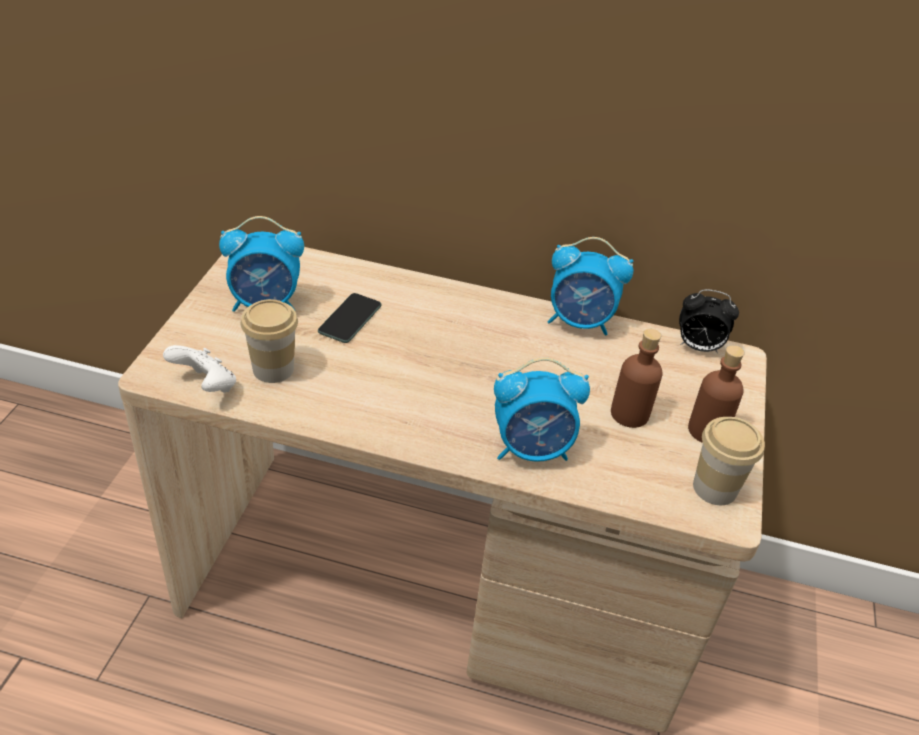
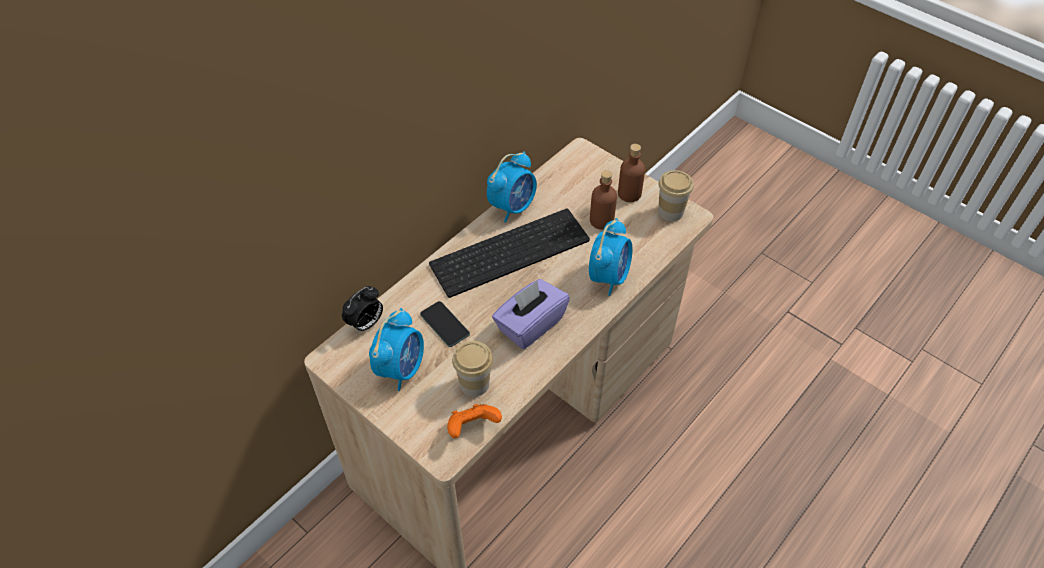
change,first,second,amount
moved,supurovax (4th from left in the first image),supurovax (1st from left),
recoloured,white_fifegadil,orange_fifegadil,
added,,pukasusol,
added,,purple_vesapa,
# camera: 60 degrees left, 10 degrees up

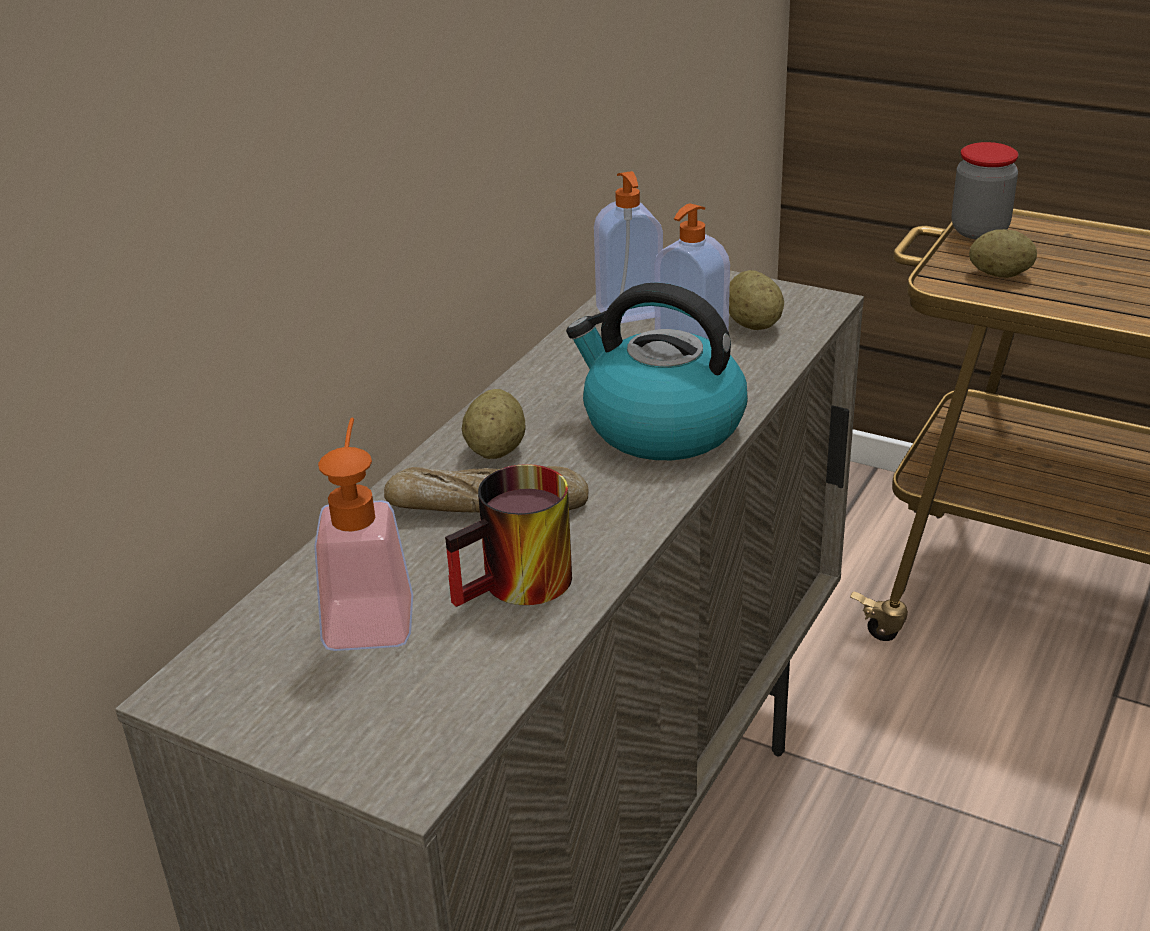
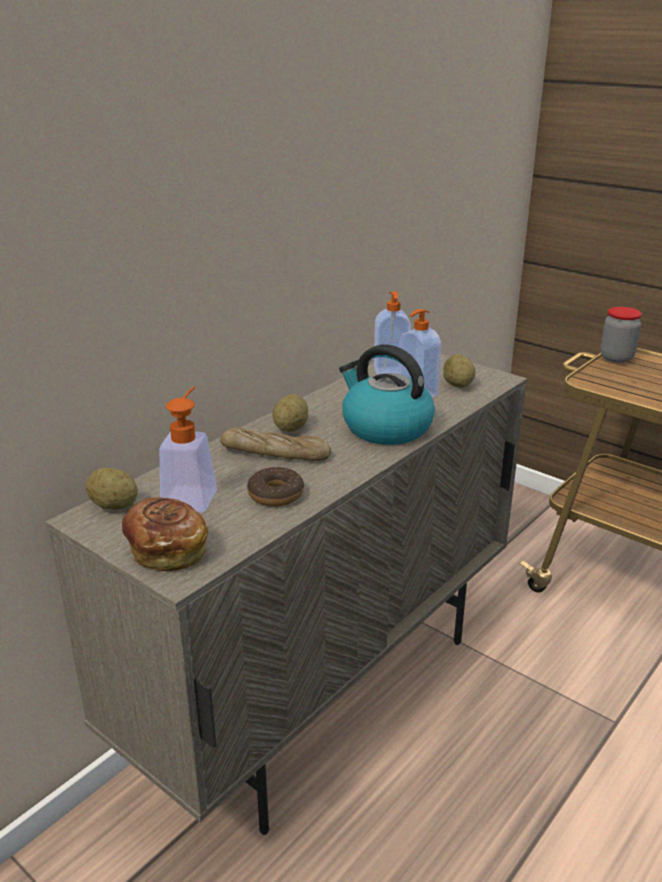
change,first,second,amount
moved,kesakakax (3rd from left in the first image),kesakakax (1st from left),
replaced,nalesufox,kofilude,
added,,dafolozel (1st from left),
# camera: 10 degrees right, 5 degrees down

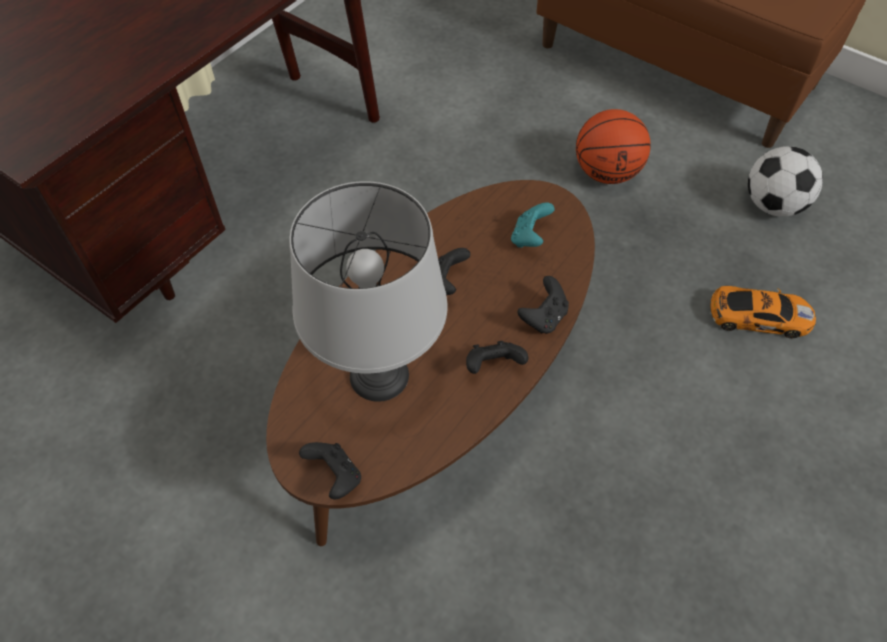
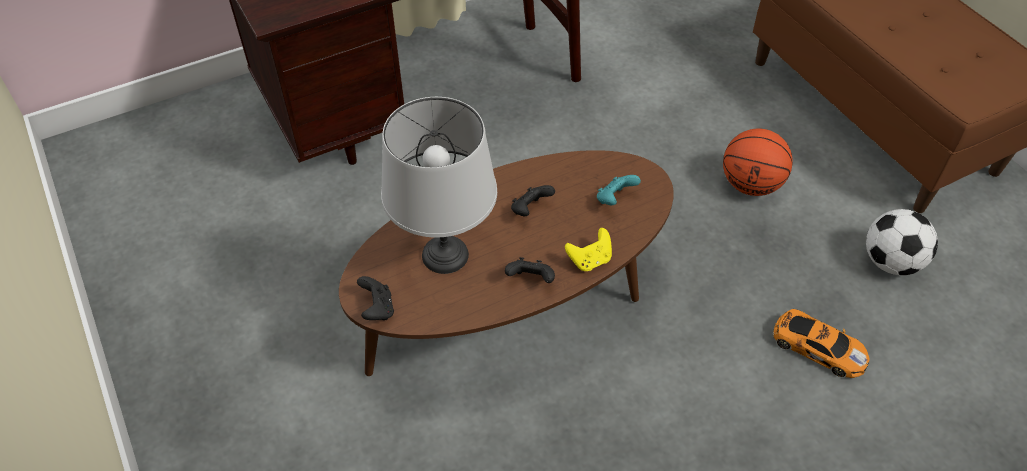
change,first,second,amount
recoloured,black_fifegadil (4th from left),yellow_fifegadil,
# camera: 25 degrees right, 5 degrees down

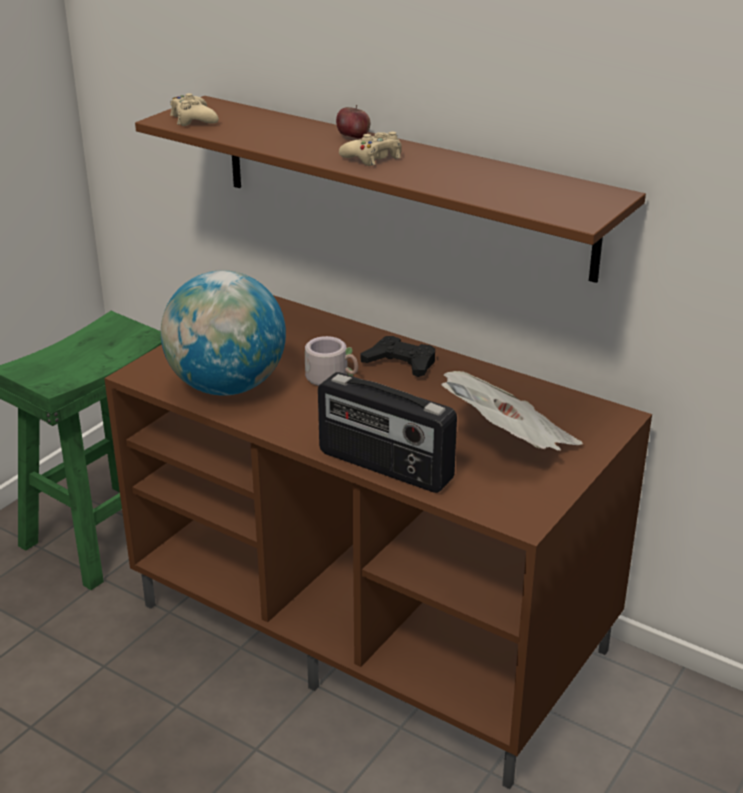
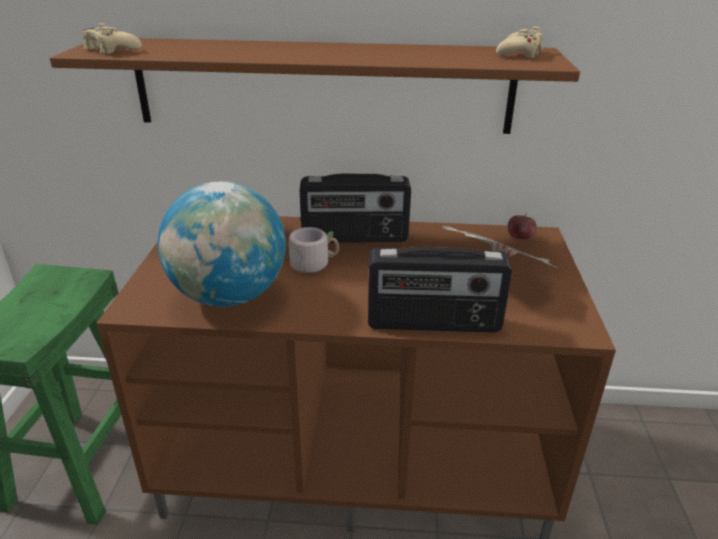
change,first,second,amount
moved,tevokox,,
moved,beige_fifegadil (2nd from left),,
replaced,black_fifegadil,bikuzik (1st from left),
# camera: 30 degrees left, 0 degrees up

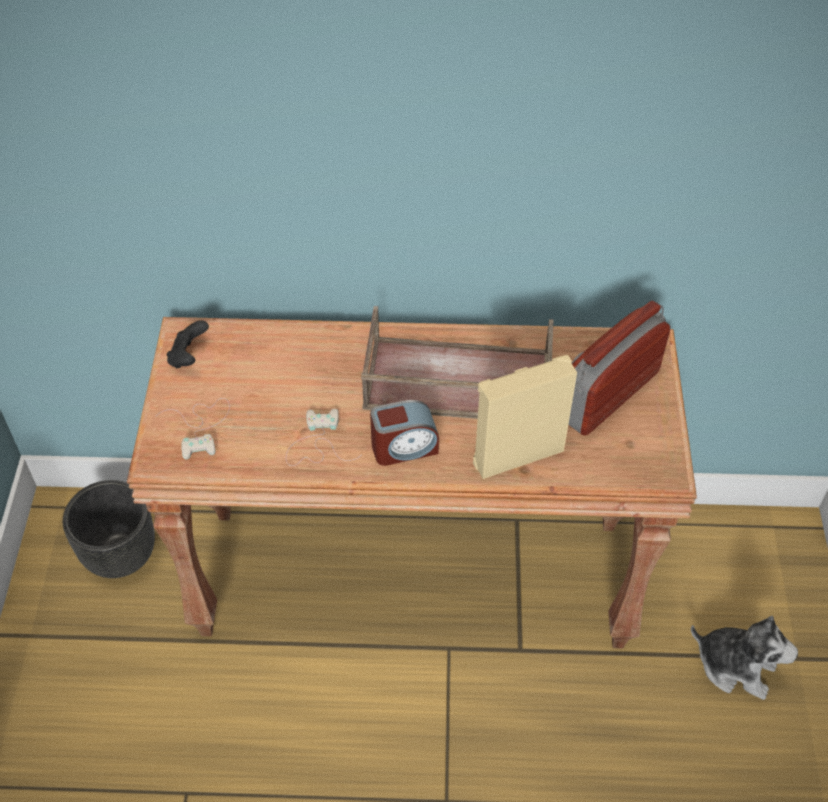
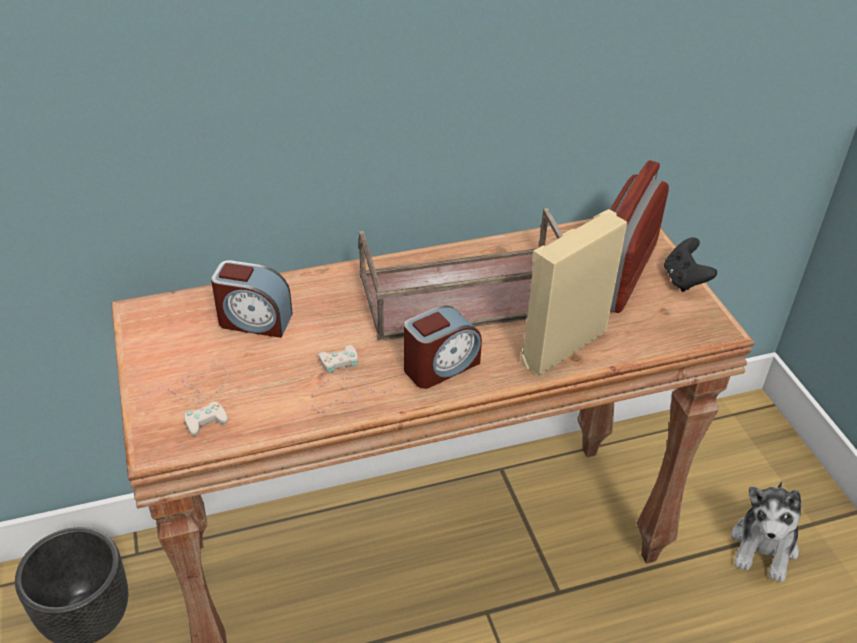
change,first,second,amount
moved,black_fifegadil,,
turned,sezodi,,105 degrees clockwise
added,,supurovax (1st from left),
# camera: 20 degrees left, 10 degrees down

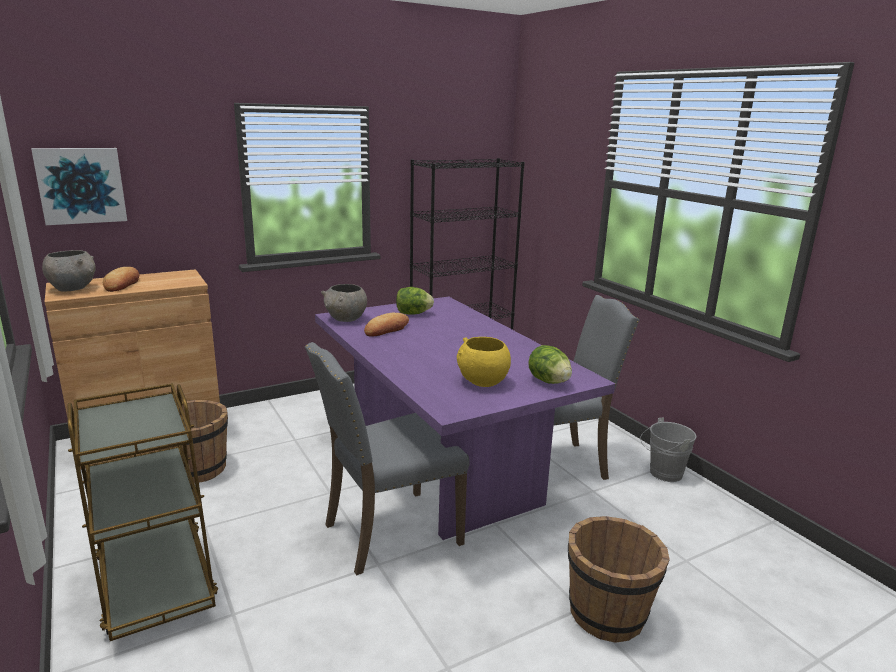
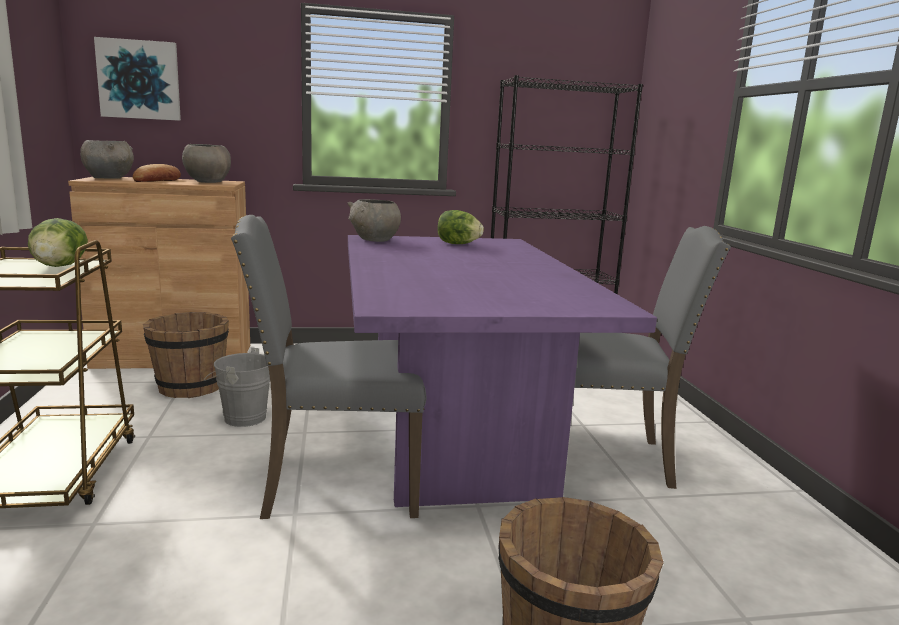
change,first,second,amount
removed,dafolozel (2nd from left),,
removed,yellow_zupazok,,
moved,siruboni (2nd from left in the first image),siruboni (1st from left),
moved,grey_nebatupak,,
added,,grey_zupazok (2nd from left),
# camera: 20 degrees right, 5 degrees down

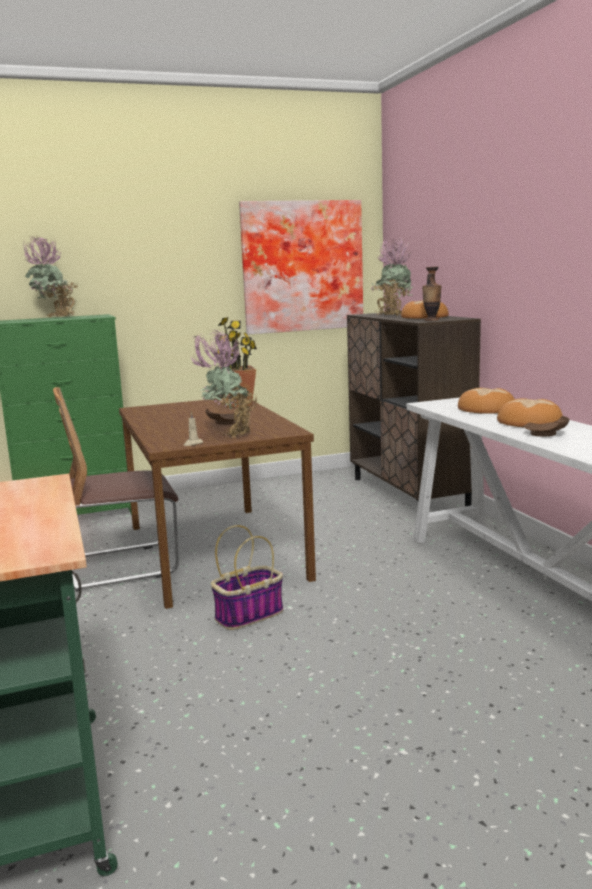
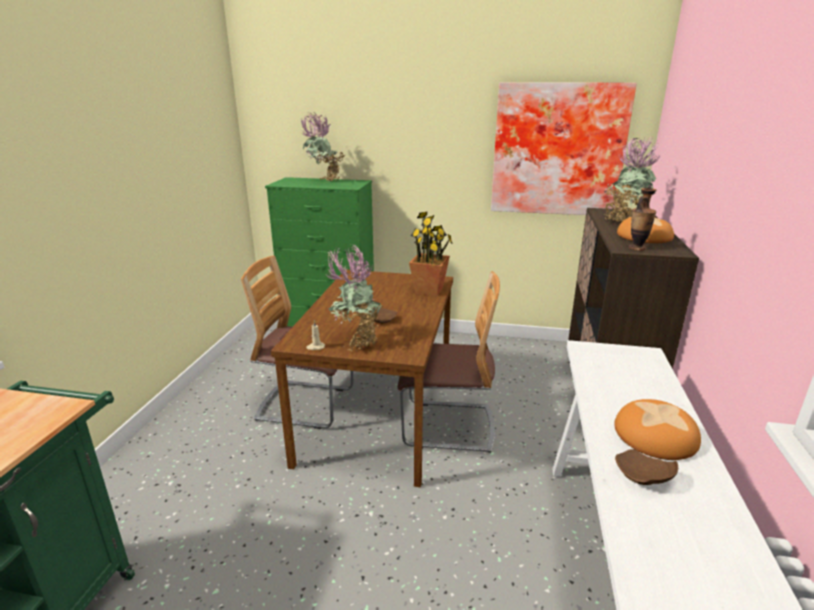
change,first,second,amount
removed,dafolozel (2nd from left),,
removed,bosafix,,
added,,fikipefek (2nd from left),
# camera: 30 degrees right, 10 degrees up

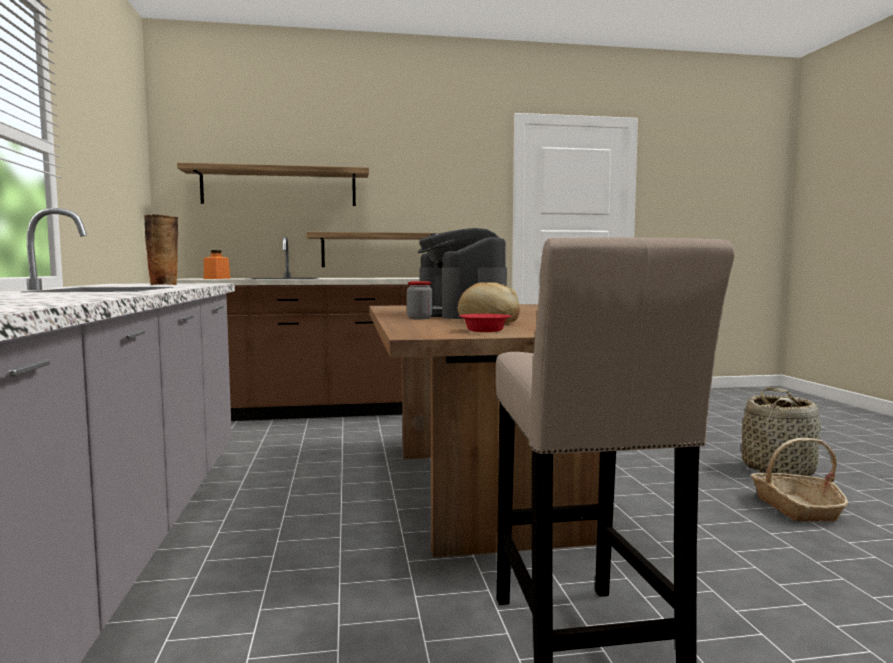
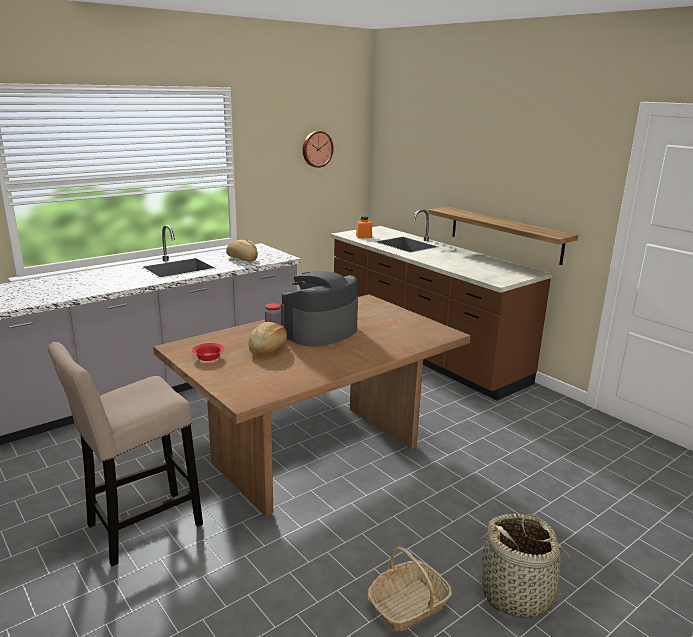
change,first,second,amount
removed,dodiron (1st from left),,
replaced,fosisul,dafolozel (1st from left),
added,,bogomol,
# camera: 60 degrees right, 15 degrees up

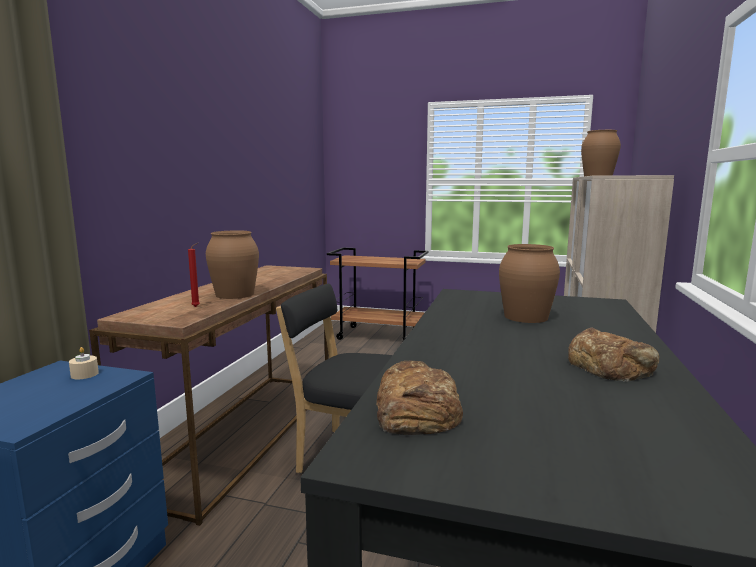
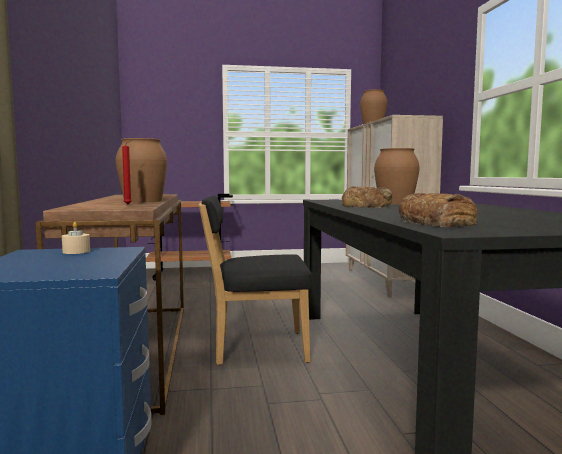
change,first,second,amount
moved,dafolozel (2nd from left in the first image),dafolozel (1st from left),
# camera: 25 degrees left, 5 degrees down

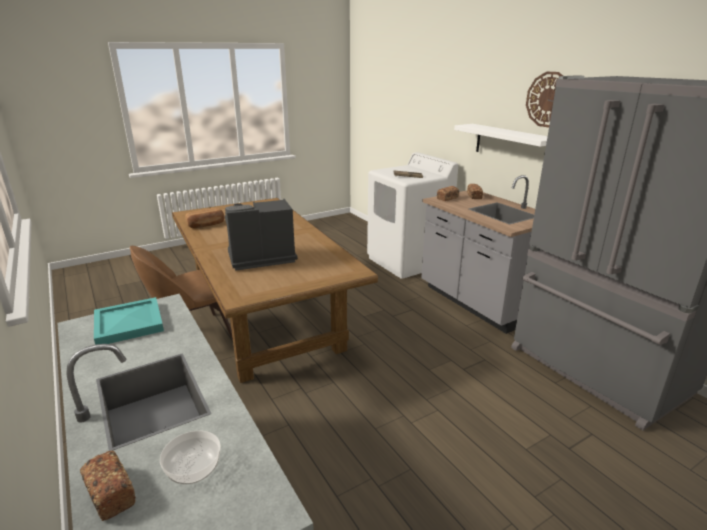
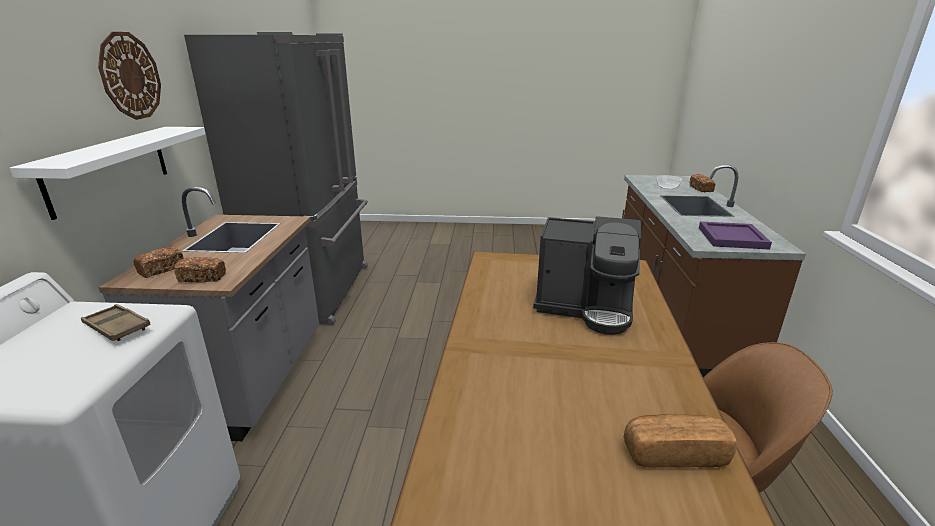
change,first,second,amount
recoloured,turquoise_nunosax,purple_nunosax,
# camera: 145 degrees left, 0 degrees up

